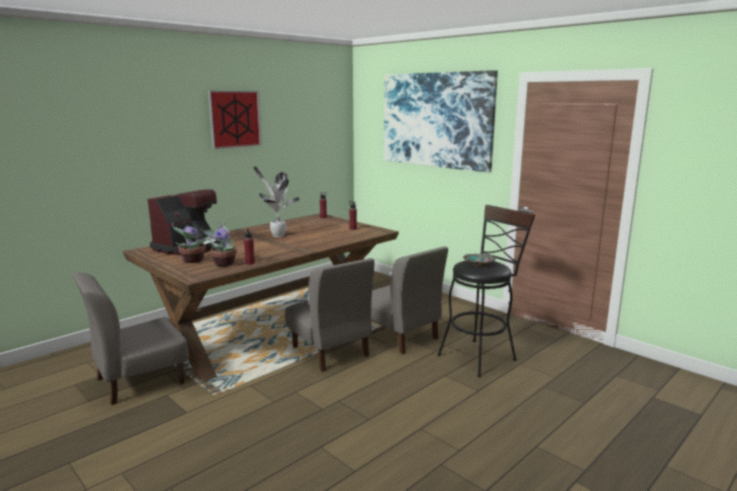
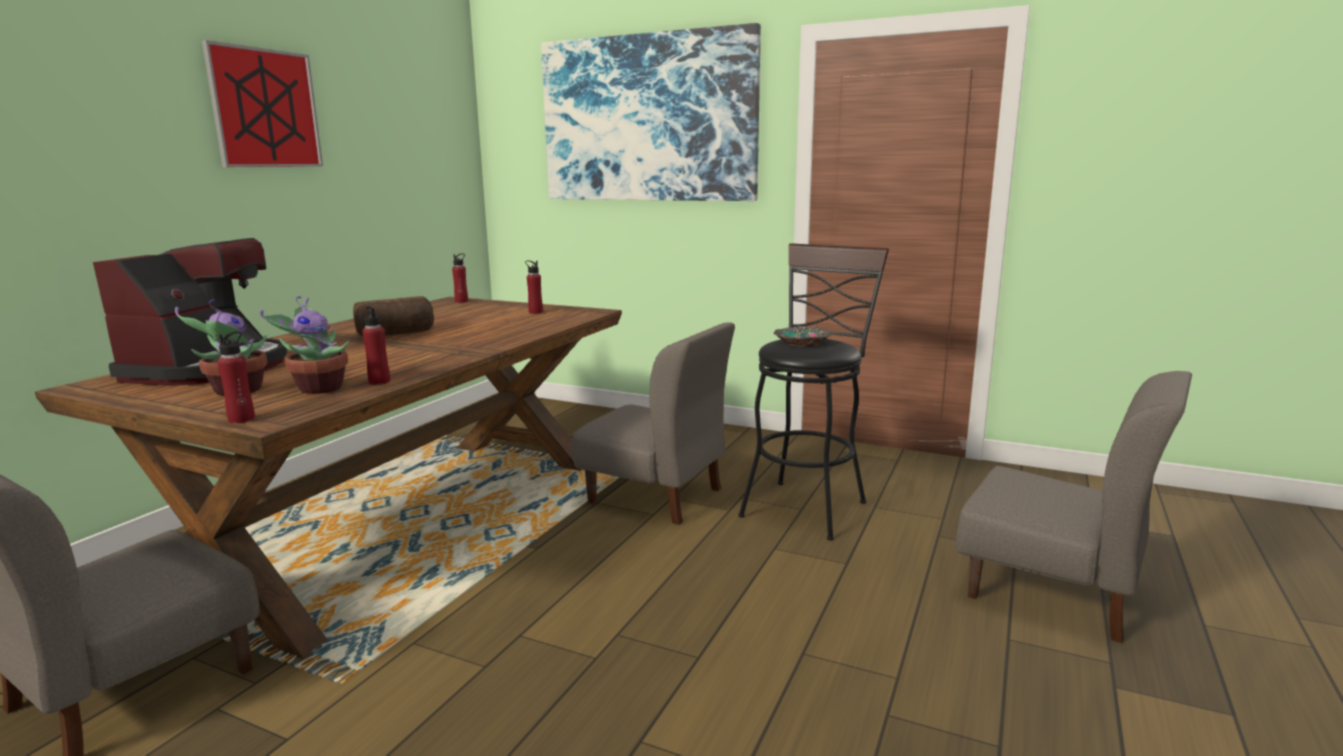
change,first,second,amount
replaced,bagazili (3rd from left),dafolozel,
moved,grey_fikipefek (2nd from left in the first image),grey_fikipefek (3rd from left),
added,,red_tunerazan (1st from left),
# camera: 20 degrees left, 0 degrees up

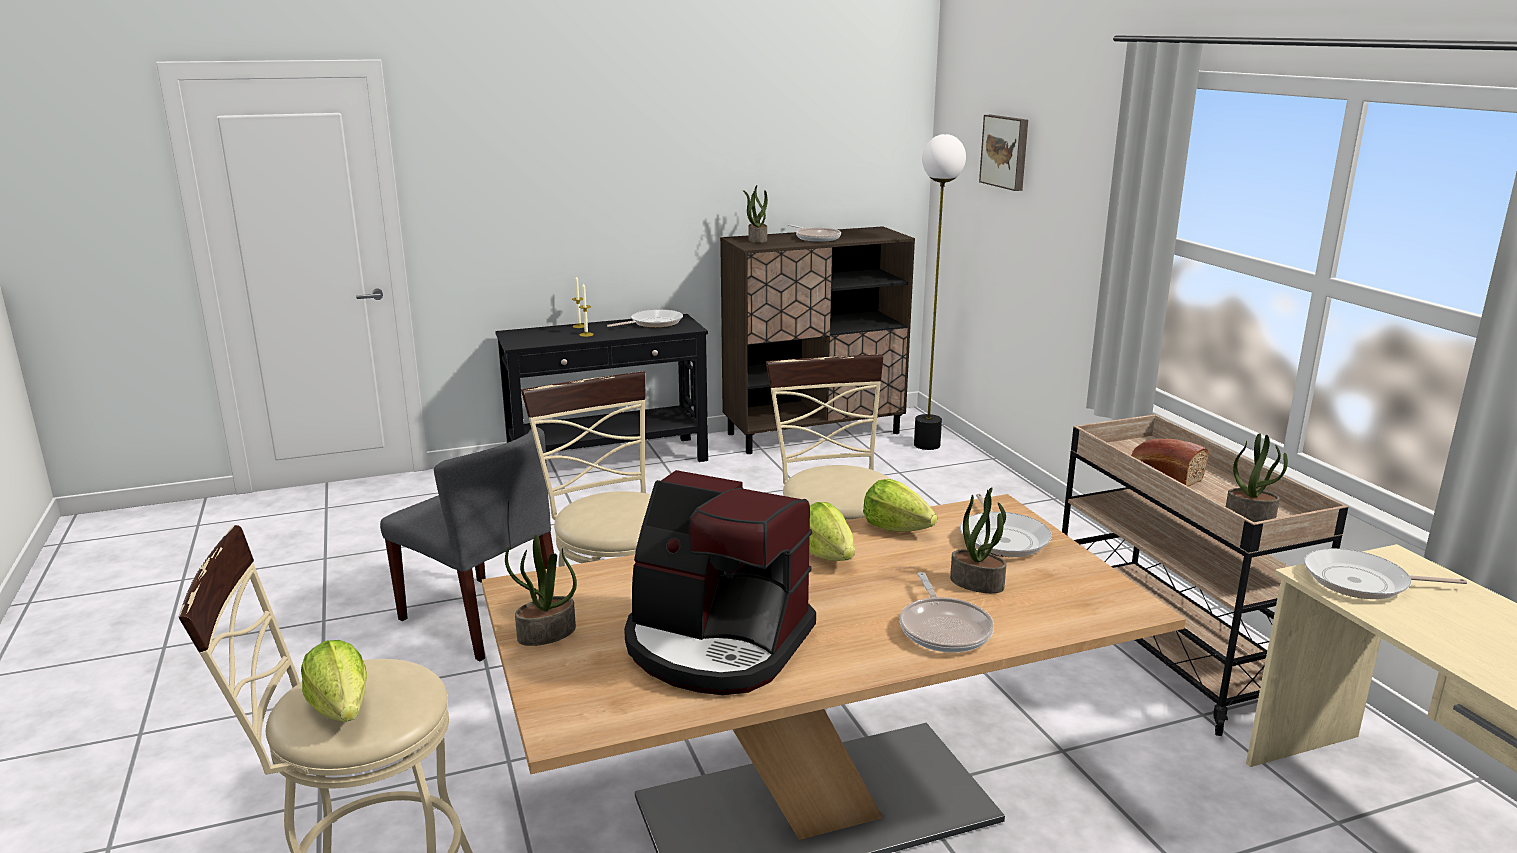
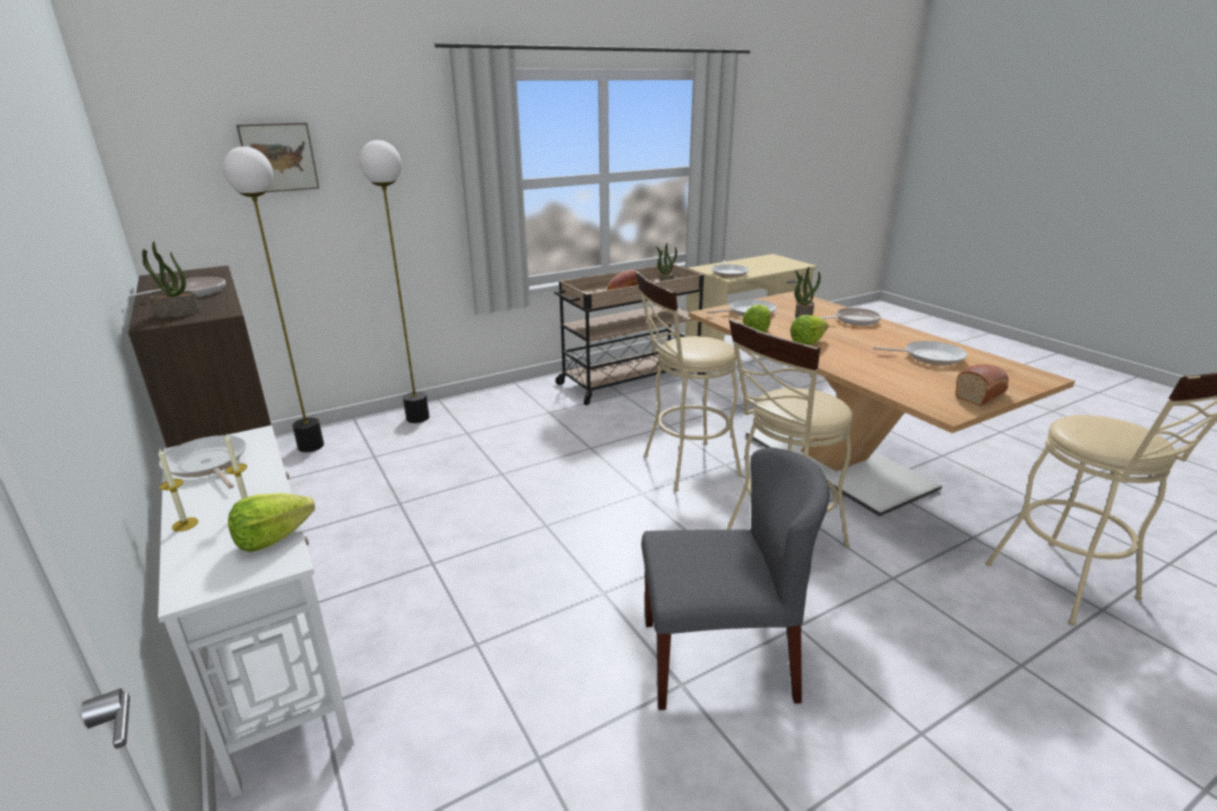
change,first,second,amount
recoloured,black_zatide,white_zatide,
turned,grey_fikipefek,,60 degrees clockwise
replaced,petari,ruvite (6th from left),
replaced,bagazili (1st from left),dafolozel (2nd from left),
moved,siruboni (1st from left),,
added,,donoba (2nd from left),
# camera: 100 degrees left, 5 degrees up

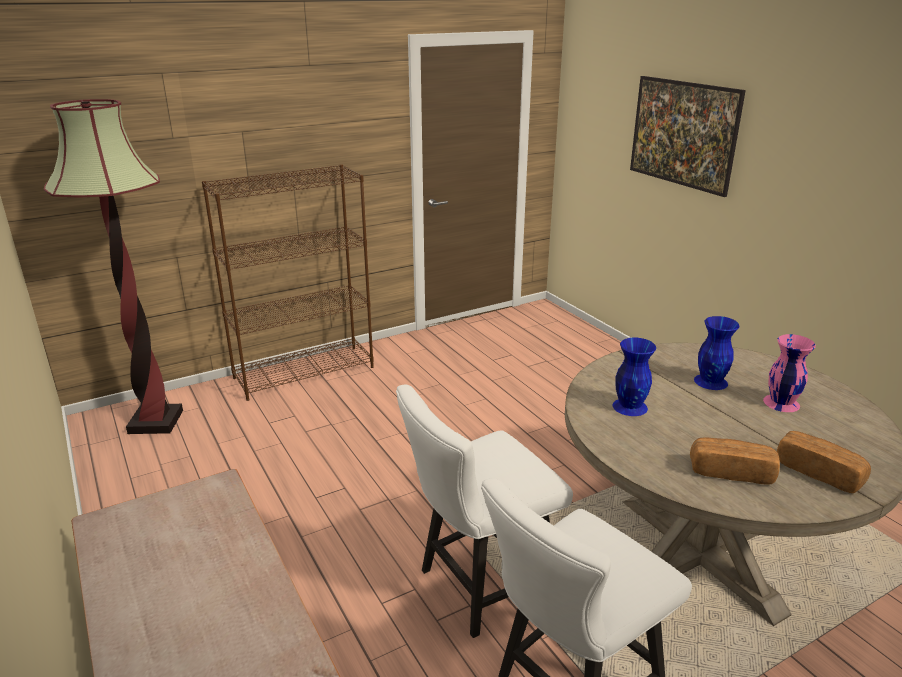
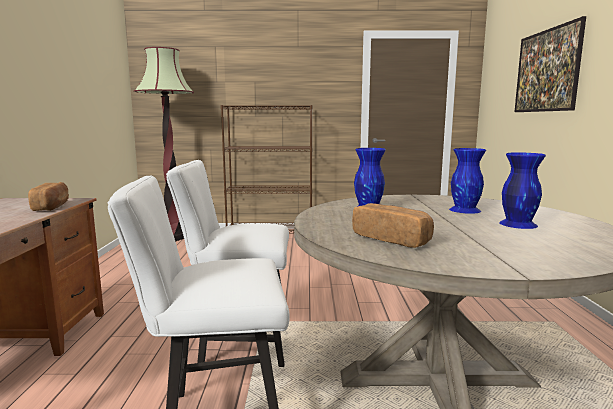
change,first,second,amount
recoloured,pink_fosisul,blue_fosisul (3rd from left),
moved,dafolozel (2nd from left in the first image),dafolozel (1st from left),
# camera: 30 degrees right, 15 degrees down

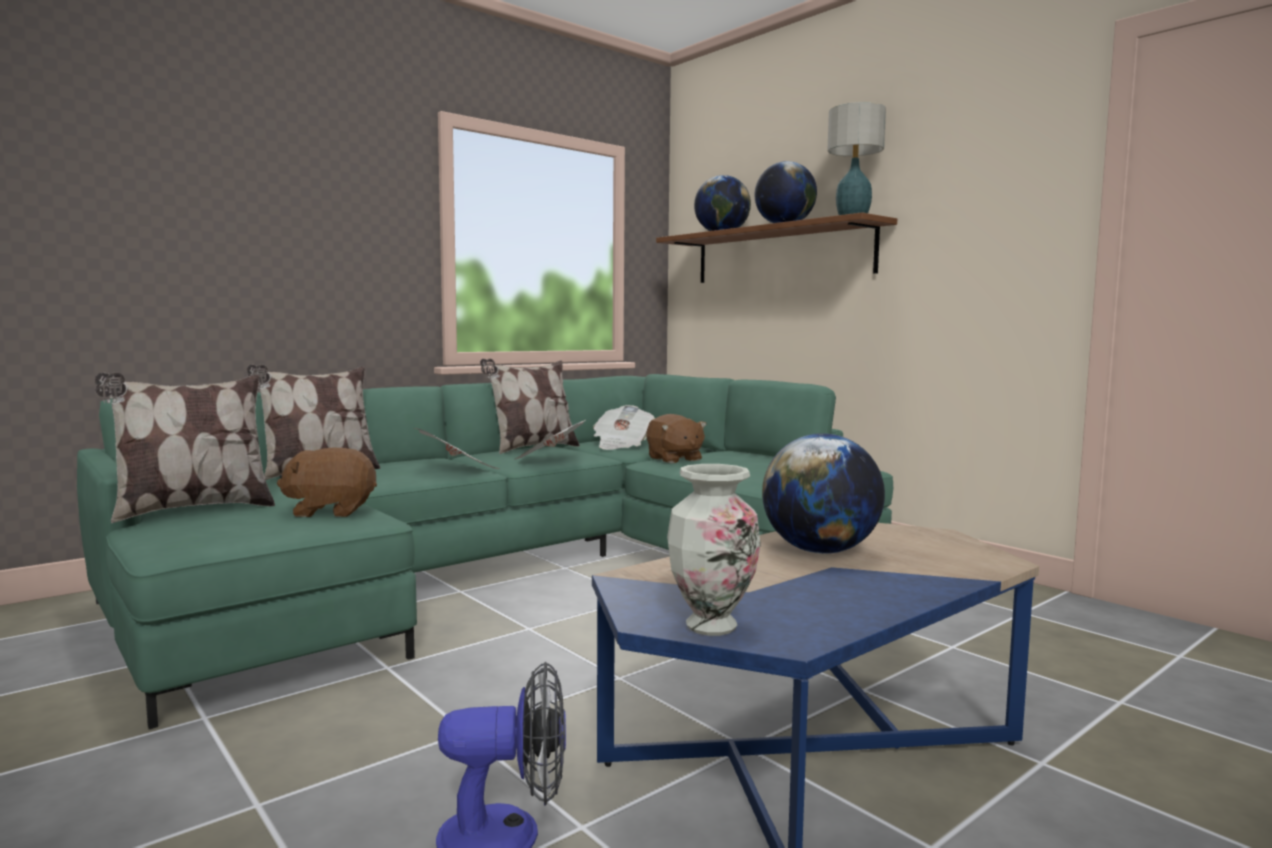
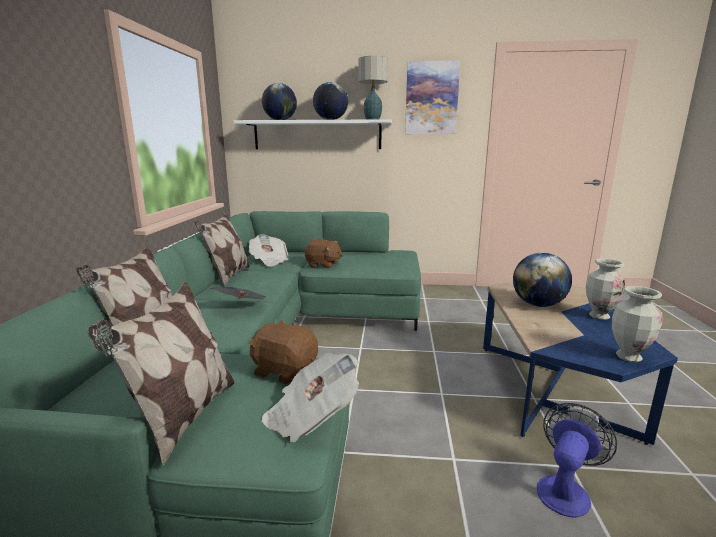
change,first,second,amount
recoloured,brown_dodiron,white_dodiron,
moved,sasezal (2nd from left in the first image),sasezal (3rd from left),
turned,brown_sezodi (1st from left),,75 degrees clockwise
added,,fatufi,
added,,fosisul (1st from left),
# camera: 45 degrees left, 10 degrees up

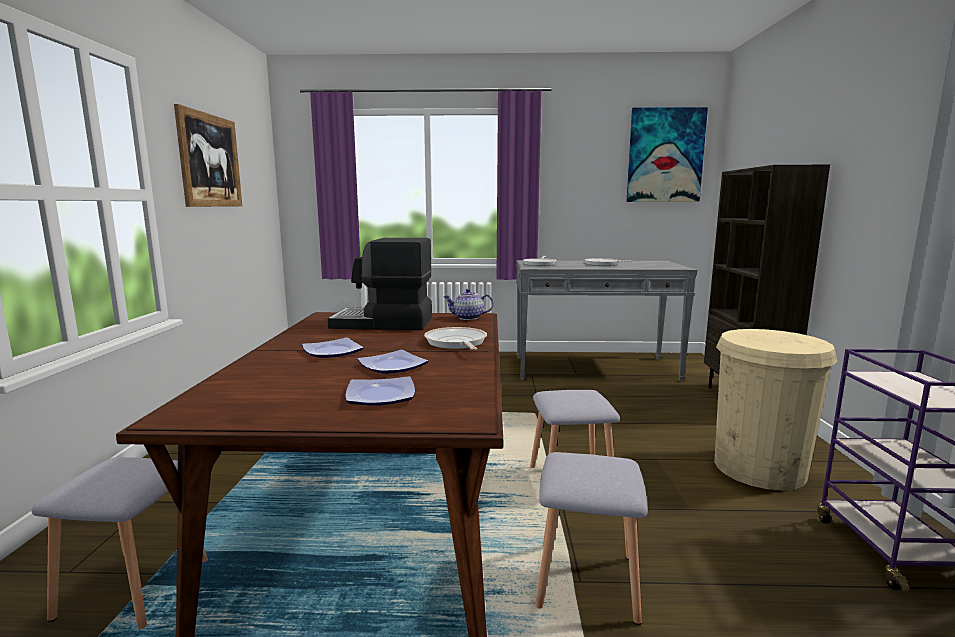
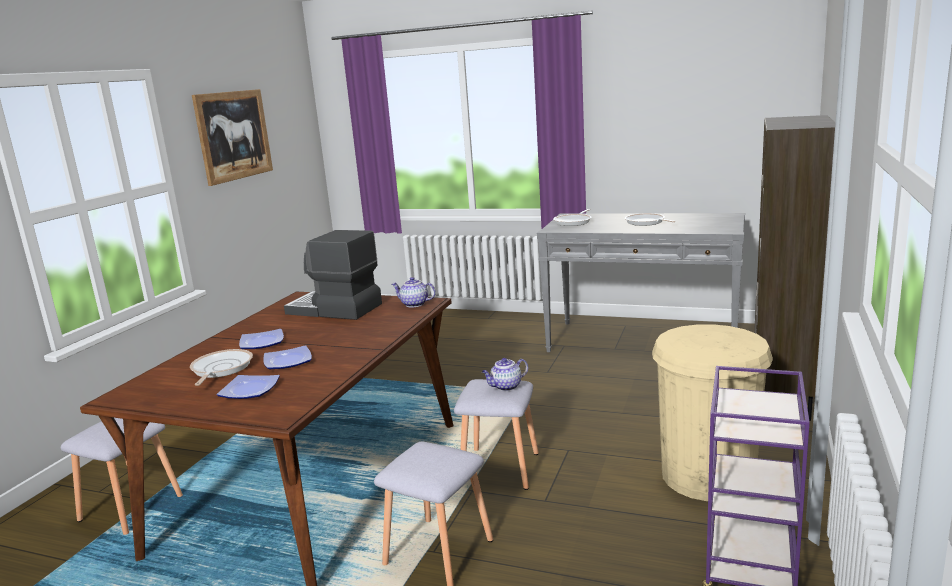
change,first,second,amount
removed,fatufi (2nd from left),,
moved,ruvite (1st from left),,
added,,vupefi (2nd from left),
# camera: 20 degrees right, 5 degrees up

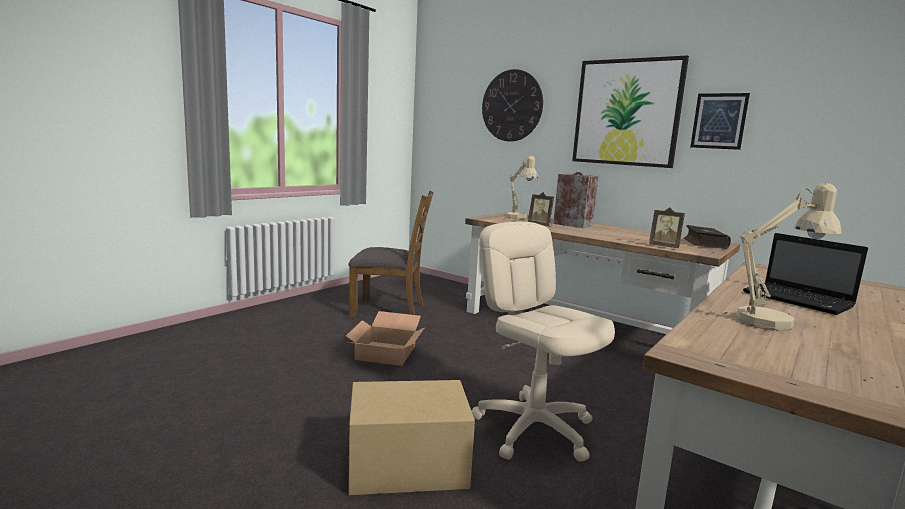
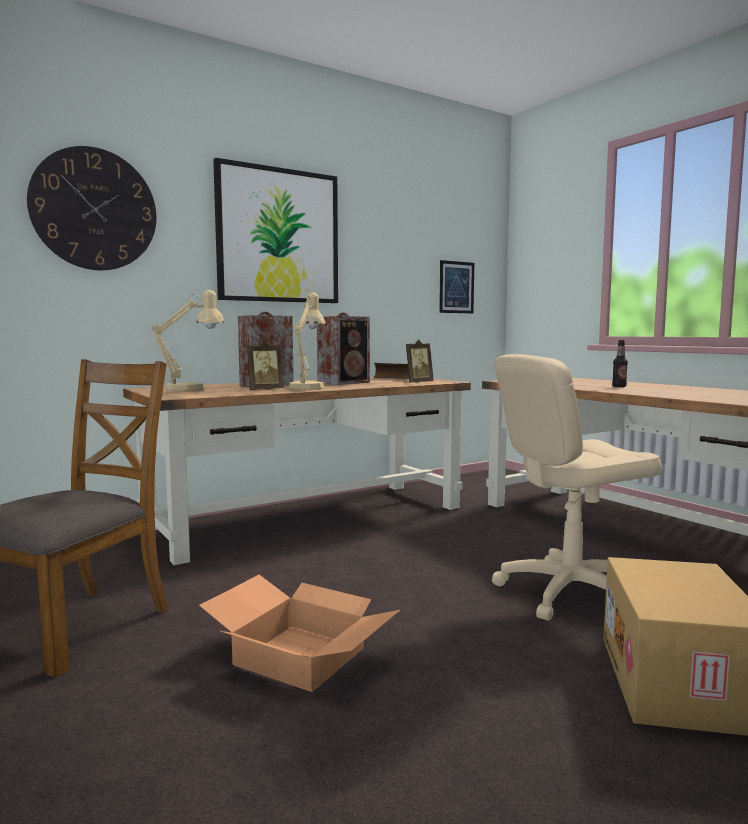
change,first,second,amount
moved,fatufi (2nd from left),,
moved,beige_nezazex (2nd from left),,
replaced,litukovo,tunerazan,
added,,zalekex (2nd from left),
# camera: 70 degrees left, 5 degrees down

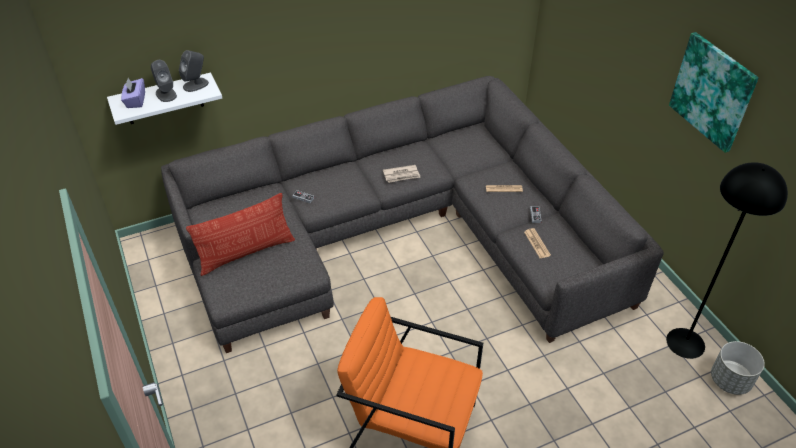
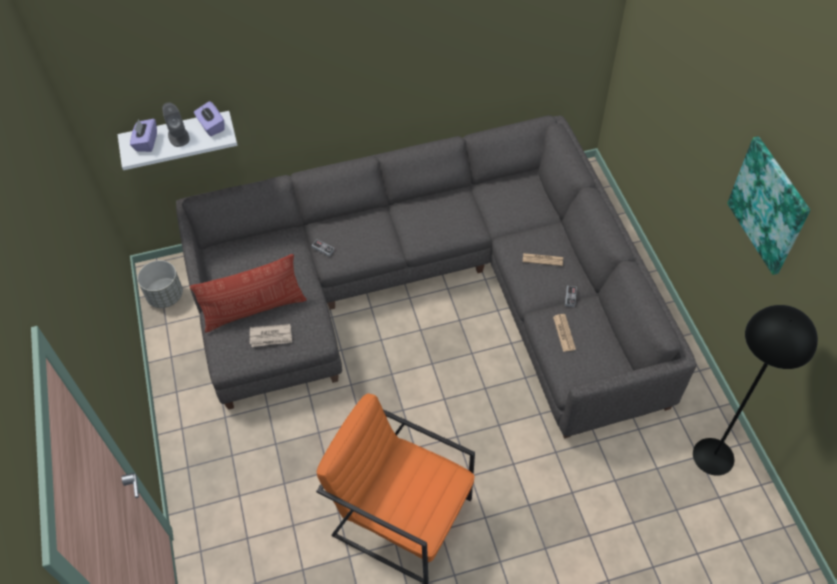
change,first,second,amount
replaced,grey_zalekex (2nd from left),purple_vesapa (2nd from left),
moved,sasezal (1st from left),,
moved,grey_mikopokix,,
# camera: 10 degrees right, 10 degrees up

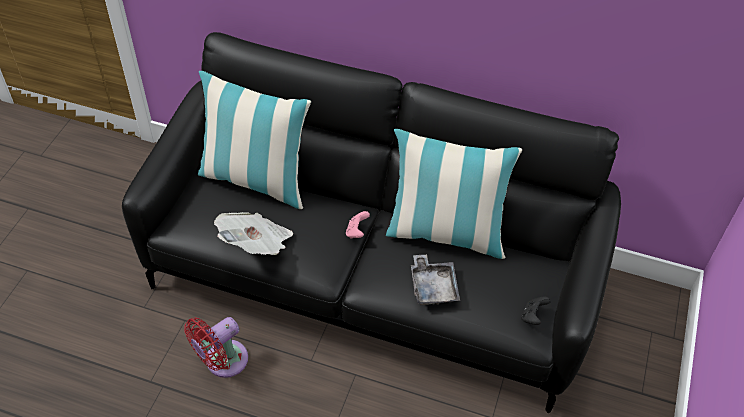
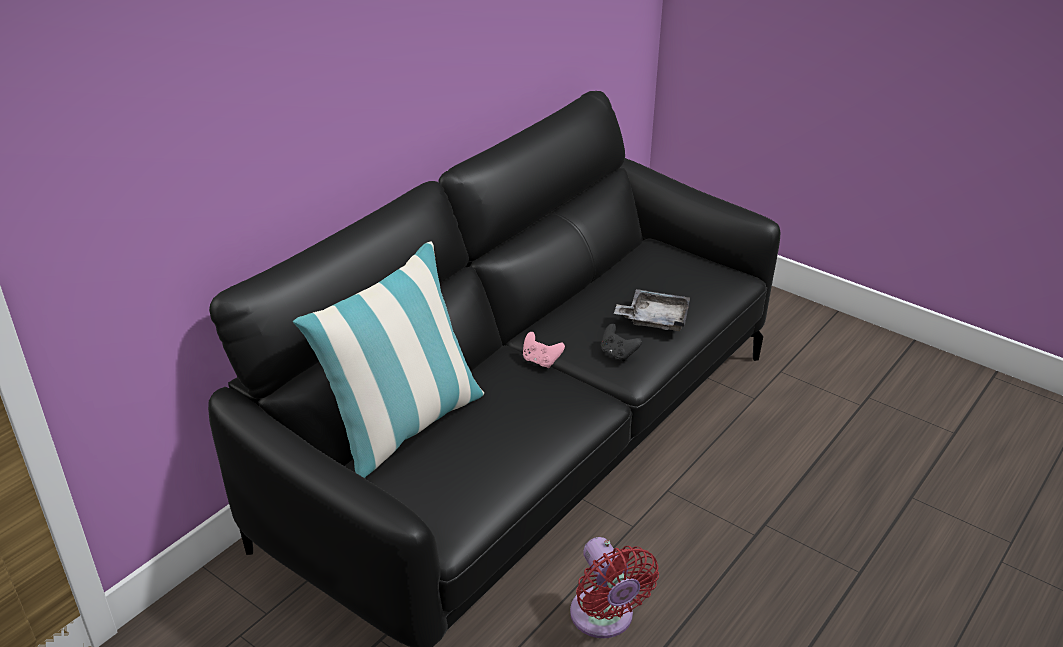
change,first,second,amount
removed,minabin (2nd from left),,
removed,sasezal,,
moved,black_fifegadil,,
# camera: 70 degrees left, 15 degrees down

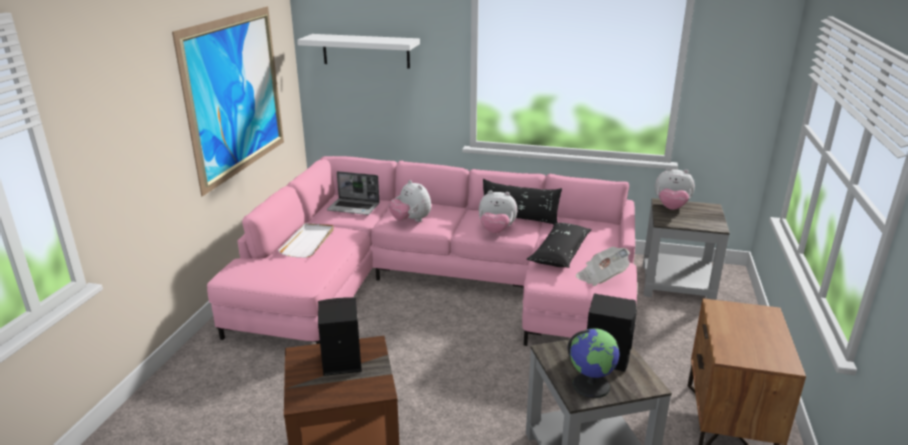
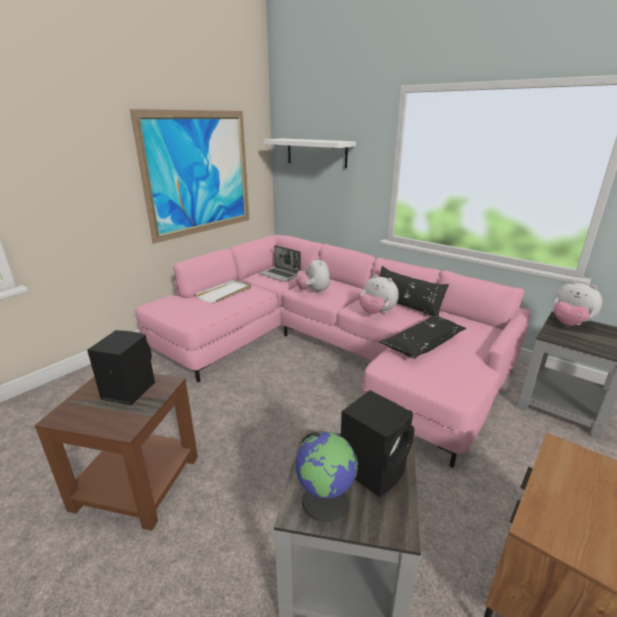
change,first,second,amount
removed,sasezal,,
# camera: 25 degrees right, 0 degrees up

